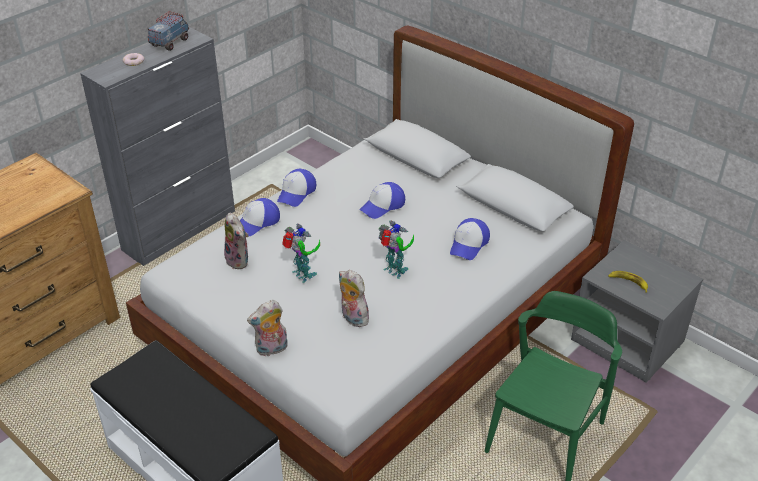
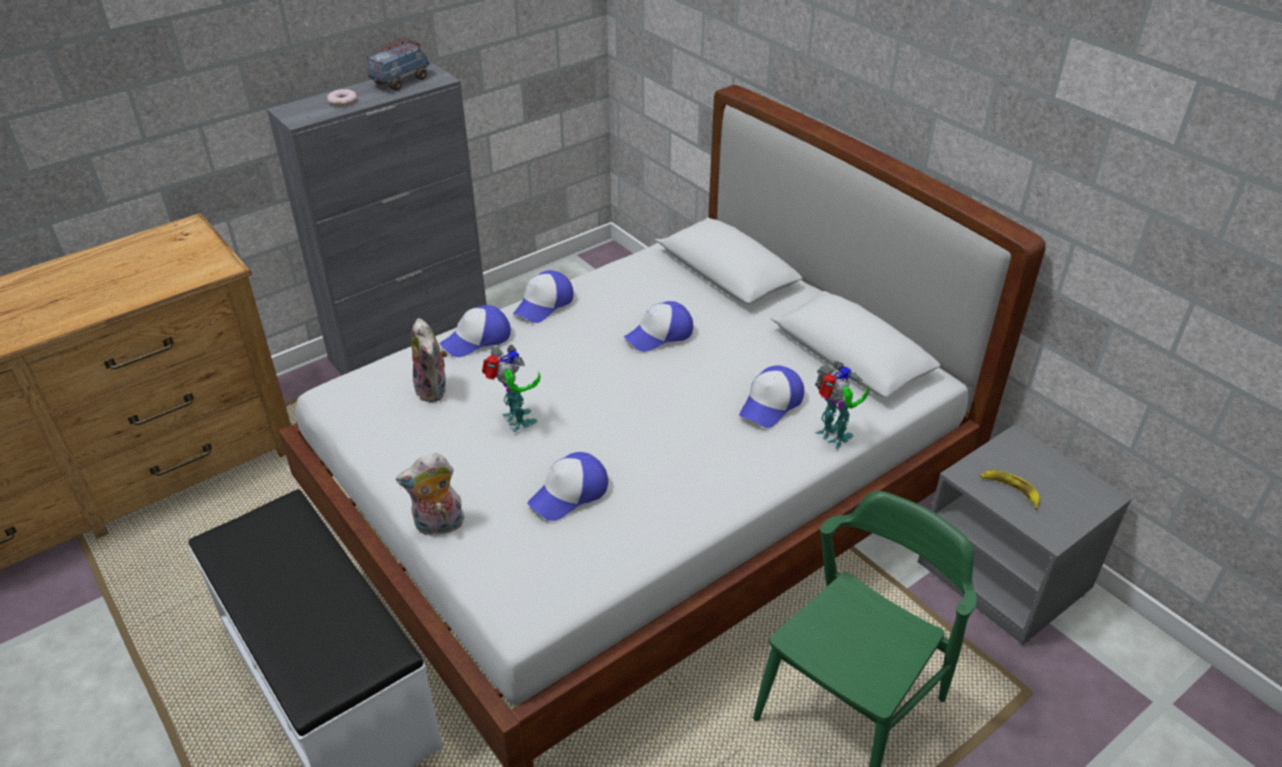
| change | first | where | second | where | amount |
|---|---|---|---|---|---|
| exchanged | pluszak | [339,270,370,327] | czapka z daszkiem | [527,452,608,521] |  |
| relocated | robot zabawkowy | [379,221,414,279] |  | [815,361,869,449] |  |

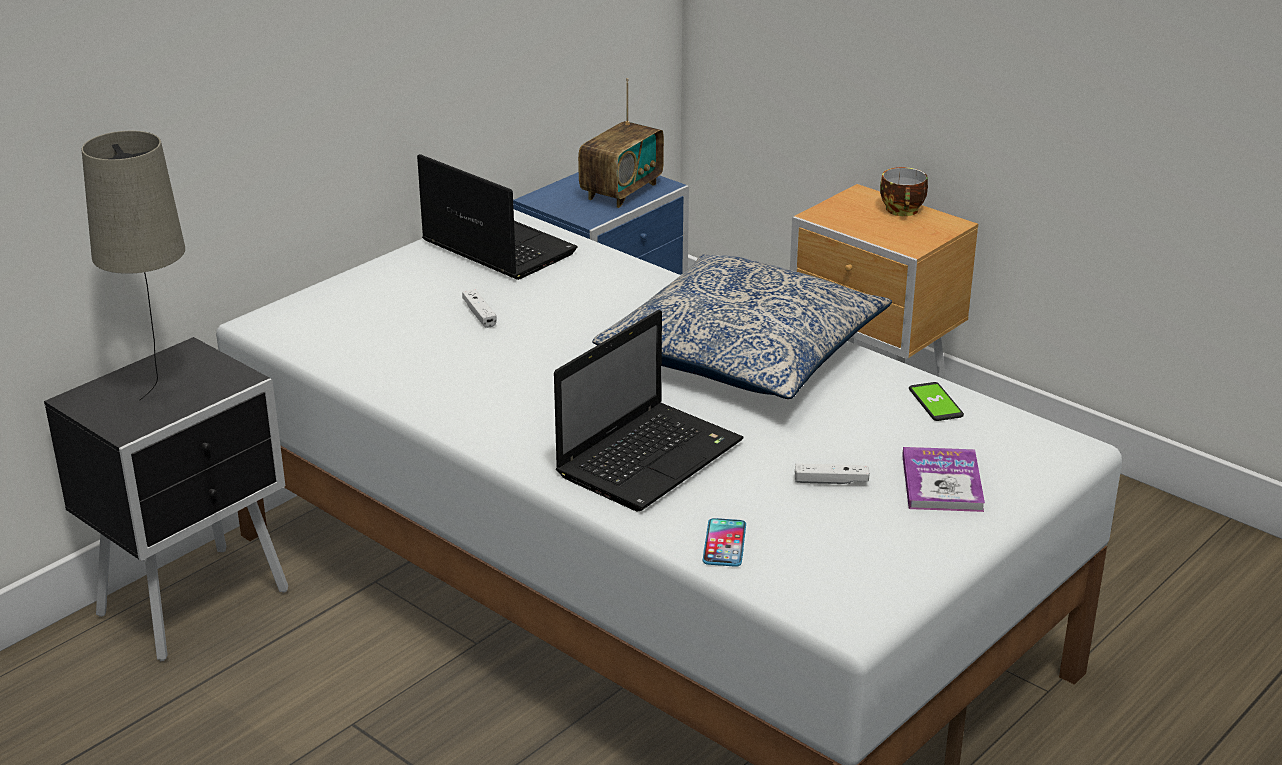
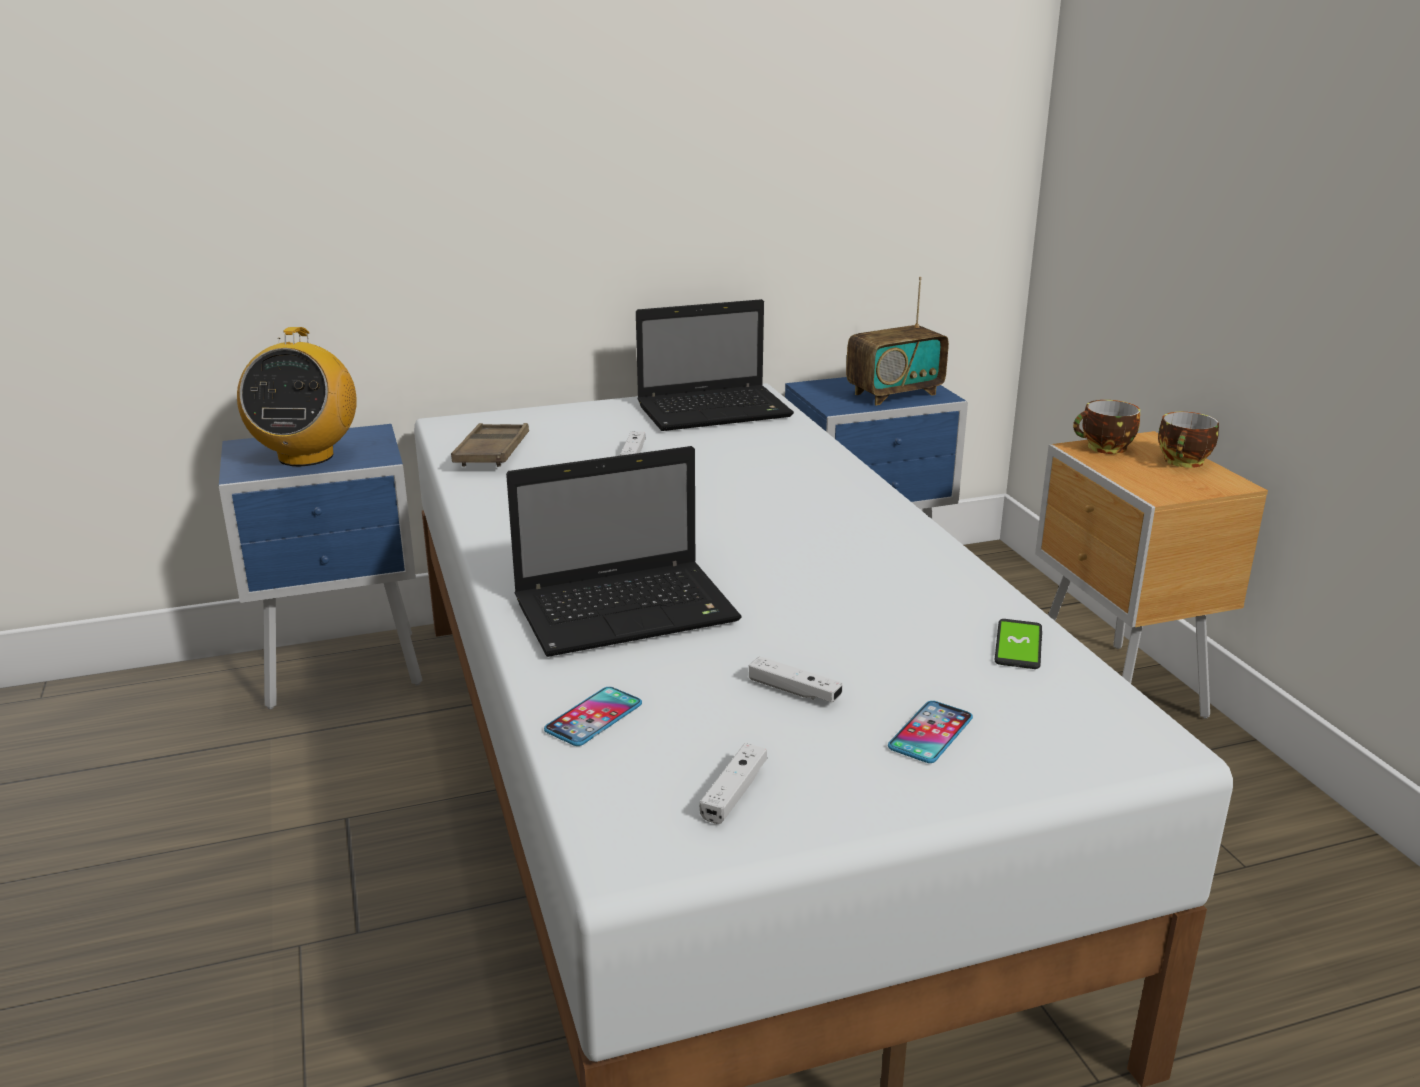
| change | first | where | second | where | amount |
|---|---|---|---|---|---|
| colour | szafka nocna/czarny | [44,337,288,661] | szafka nocna/niebieski | [219,424,422,710] |  |
| exchanged | lampa stołowa/beżowy | [82,131,185,401] | radio | [237,327,357,466] |  |
| appeared |  |  | taca/brązowy | [451,423,529,467] |  |
| spun | laptop | [417,154,578,280] |  | [636,299,794,431] | 90 degrees clockwise |
| appeared |  |  | pad do gier/biały | [700,743,767,824] |  |
| exchanged | książka | [902,447,985,512] | telefon | [888,701,973,763] |  |
| appeared |  |  | filiżanka | [1073,400,1140,454] |  |
| missing | poduszka | [592,254,892,399] |  |  |  |

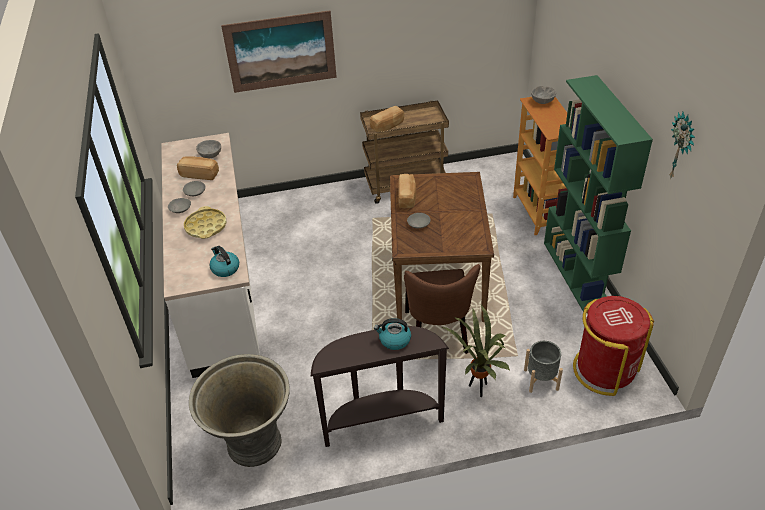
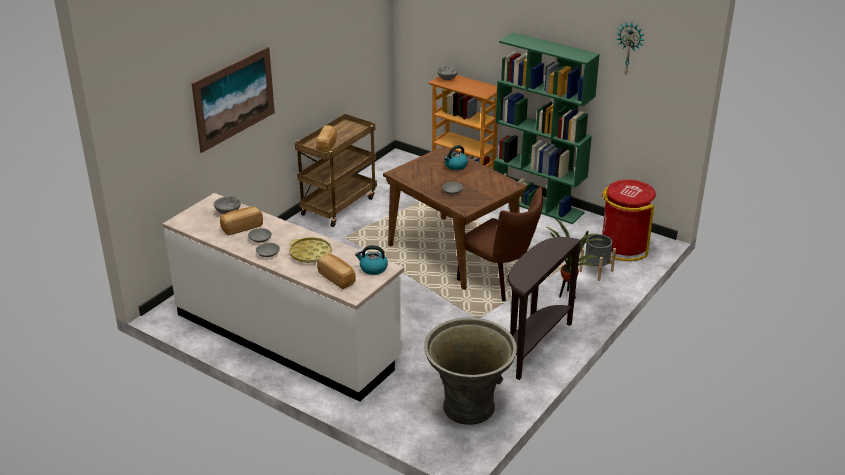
| change | first | where | second | where | amount |
|---|---|---|---|---|---|
| relocated | chleb | [398,174,416,208] |  | [317,254,356,289] |  |
| relocated | czajnik | [374,318,411,350] |  | [444,145,468,170] |  |

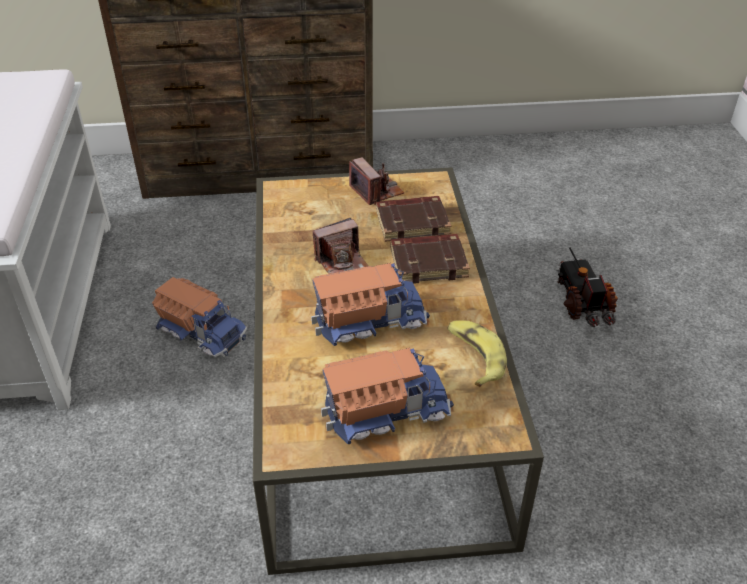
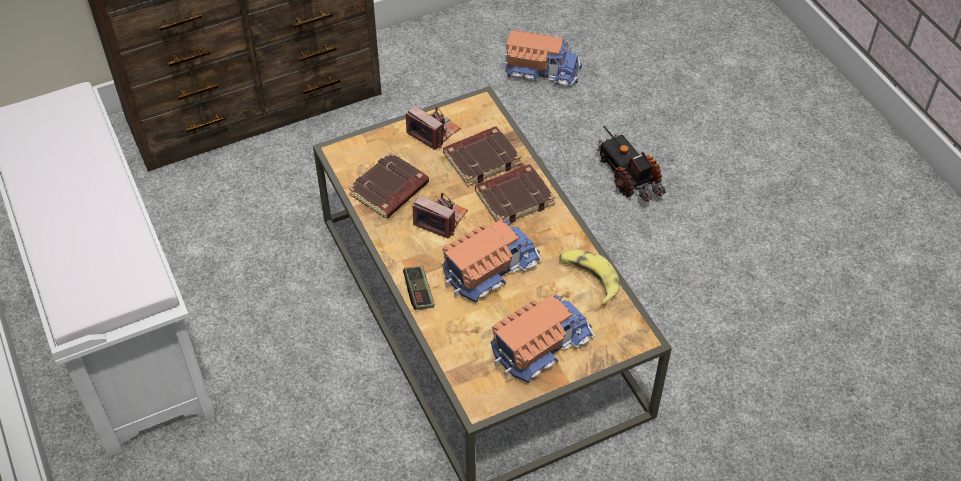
| change | first | where | second | where | amount |
|---|---|---|---|---|---|
| appeared |  |  | książka/brązowy | [348,152,429,219] |  |
| appeared |  |  | pad do gier | [403,266,435,310] |  |
| spun | aparat fotograficzny | [313,218,368,274] |  | [413,193,468,238] | 105 degrees counterclockwise |
| relocated | ciężarówka zabawkowa | [152,277,247,358] |  | [503,30,582,86] |  |

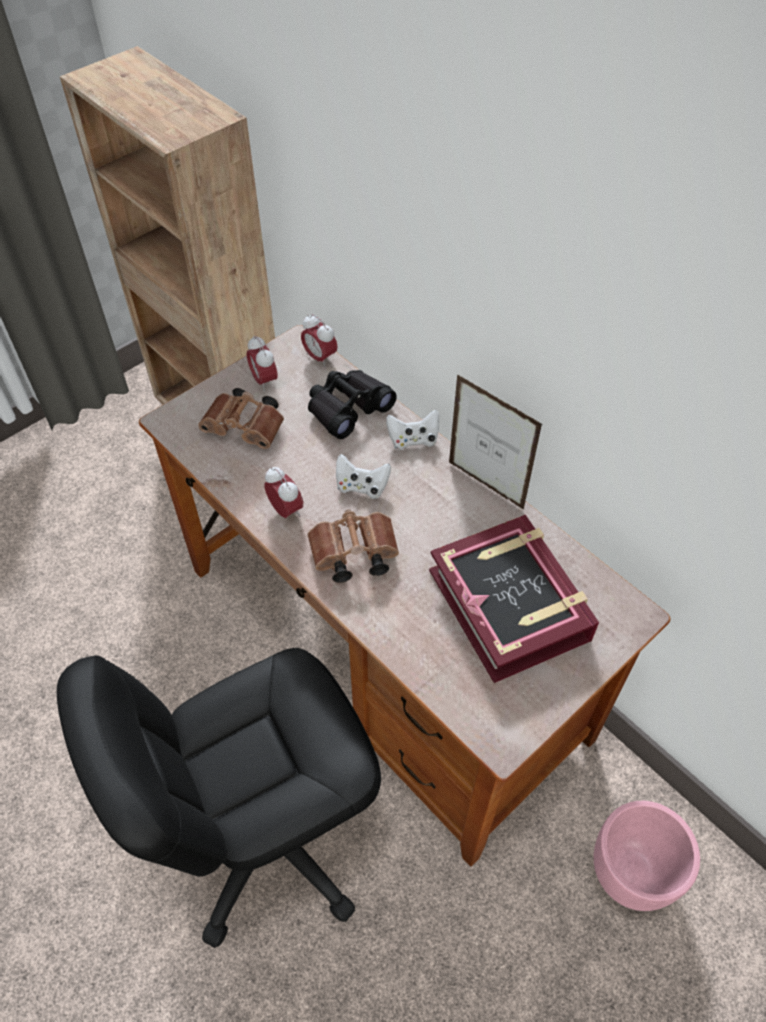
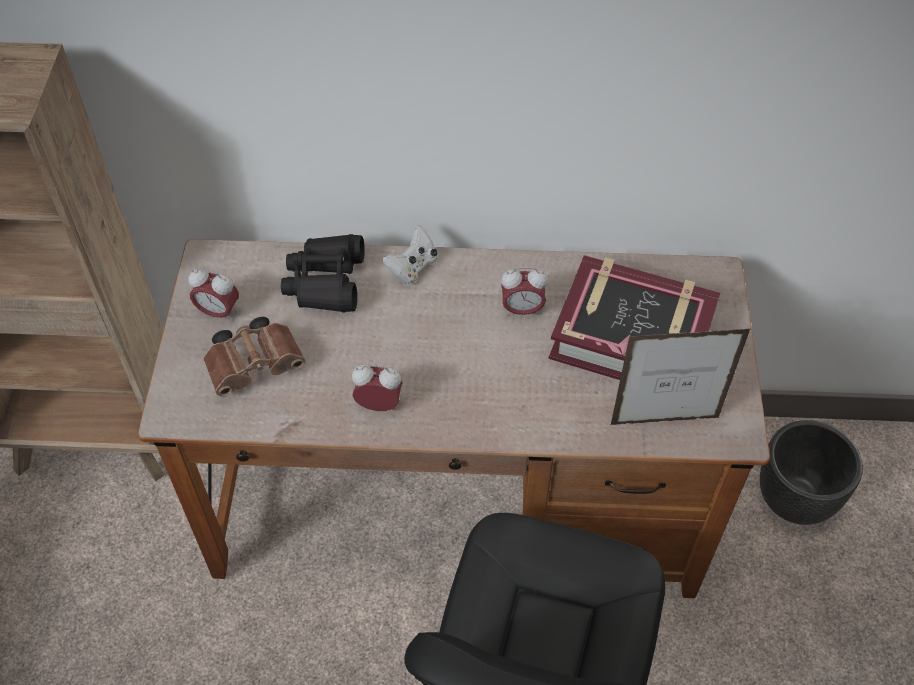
| change | first | where | second | where | amount |
|---|---|---|---|---|---|
| relocated | budzik | [301,314,338,367] |  | [501,267,548,316] |  |
| relocated | ramka na zdjęcie | [449,374,542,510] |  | [611,328,751,425] |  |
| colour | donica/różowy | [594,801,700,911] | donica/czarny | [760,420,863,525] |  |
| missing | lornetka/brązowy | [307,509,399,583] |  |  |  |
| missing | pad do gier/biały | [336,454,391,499] |  |  |  |

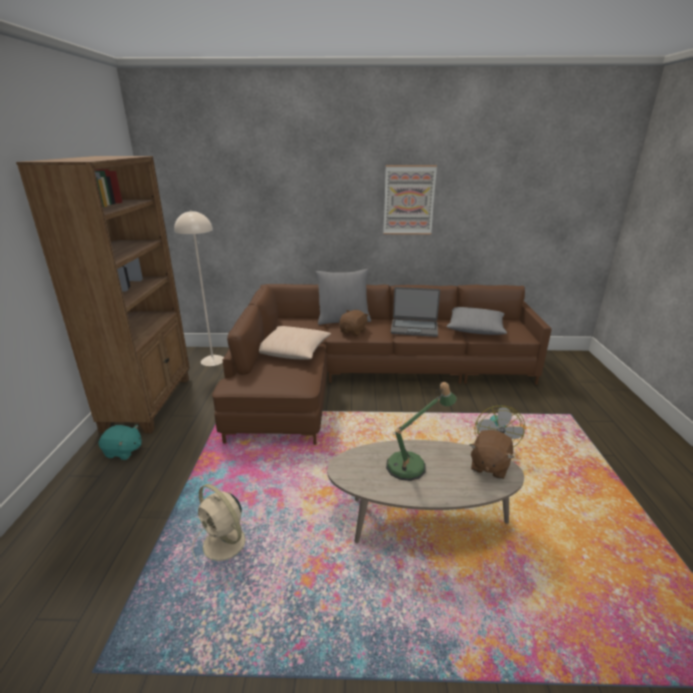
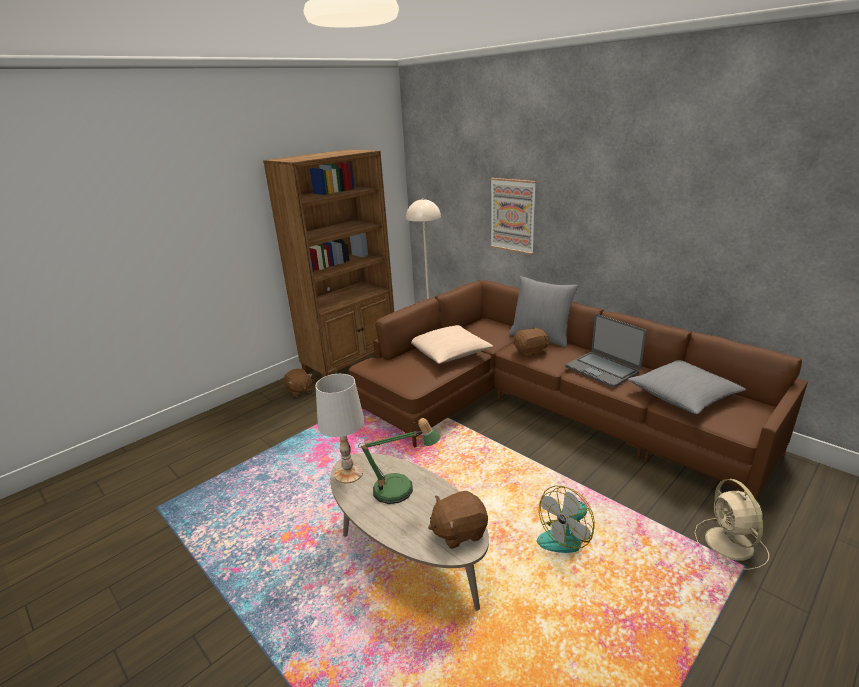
| change | first | where | second | where | amount |
|---|---|---|---|---|---|
| colour | pluszak/turkusowy | [99,425,142,460] | pluszak/brązowy | [284,369,313,397] |  |
| appeared |  |  | lampa stołowa/biały | [315,374,364,483] |  |
| relocated | obraz | [383,165,437,235] |  | [491,178,536,255] |  |
| relocated | wentylator/beżowy | [192,484,256,562] |  | [694,479,769,570] |  |

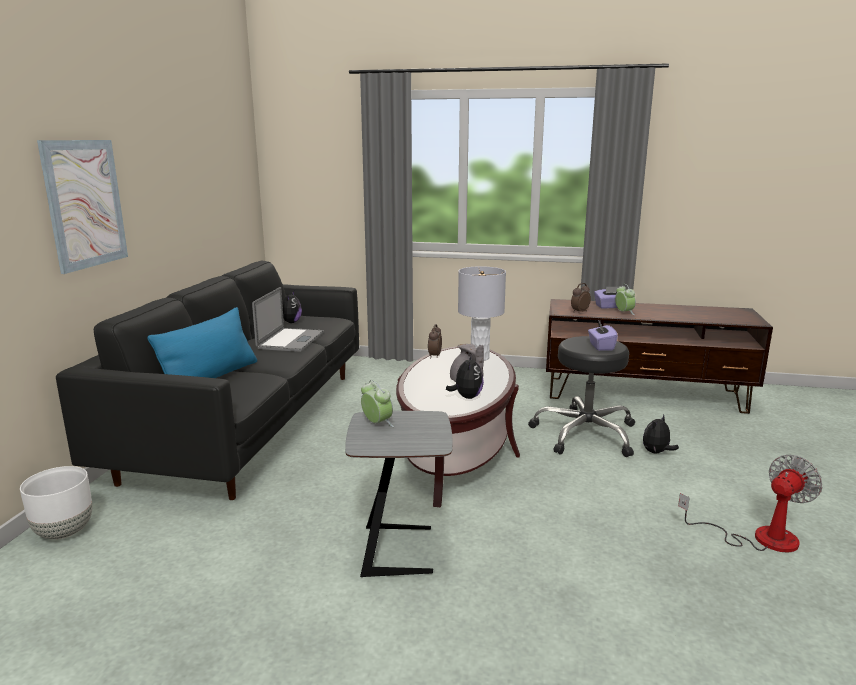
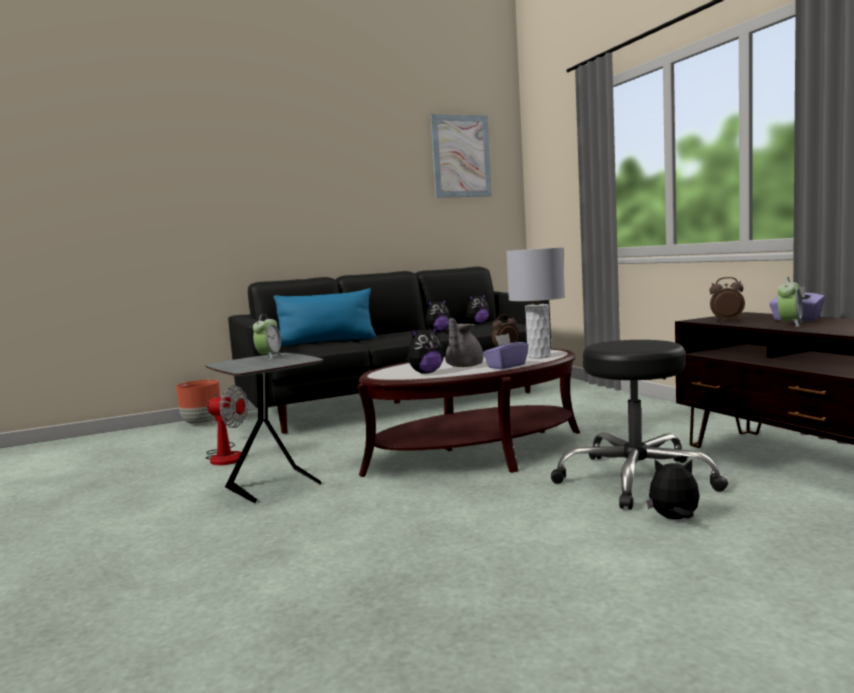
| change | first | where | second | where | amount |
|---|---|---|---|---|---|
| colour | donica/biały | [20,466,92,539] | donica/brązowy | [176,380,220,425] |  |
| relocated | wentylator | [678,455,822,553] |  | [206,385,248,465] |  |
| exchanged | laptop | [252,287,324,352] | pluszak | [425,298,451,332] |  |
| relocated | obraz | [37,140,128,274] |  | [430,114,492,198] |  |
| relocated | pudełko chusteczek/fioletowy | [588,320,618,351] |  | [483,333,528,369] |  |

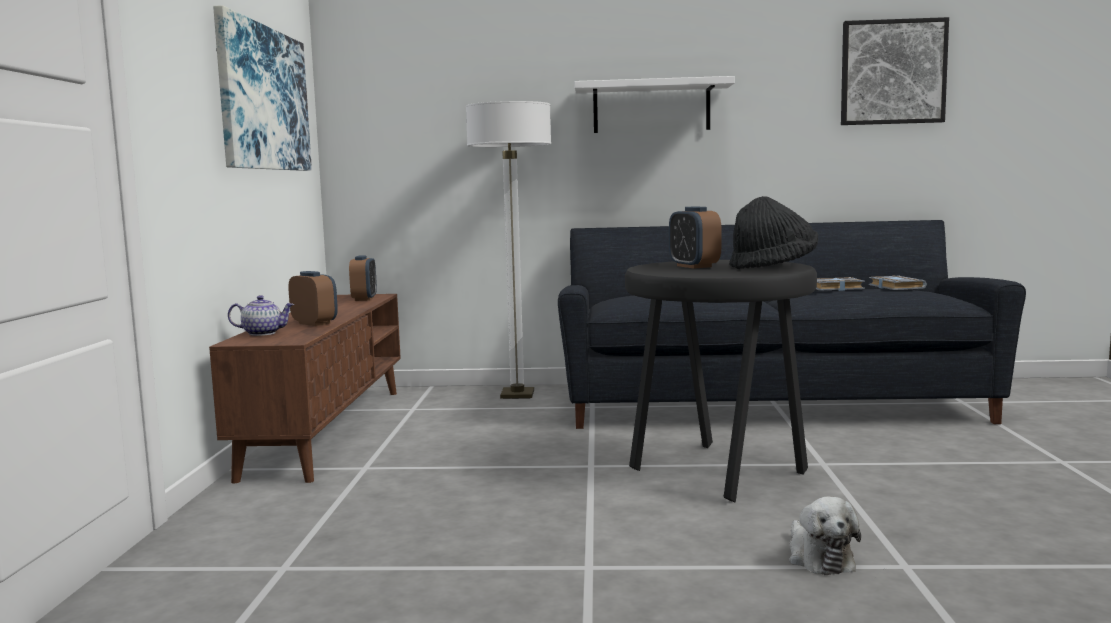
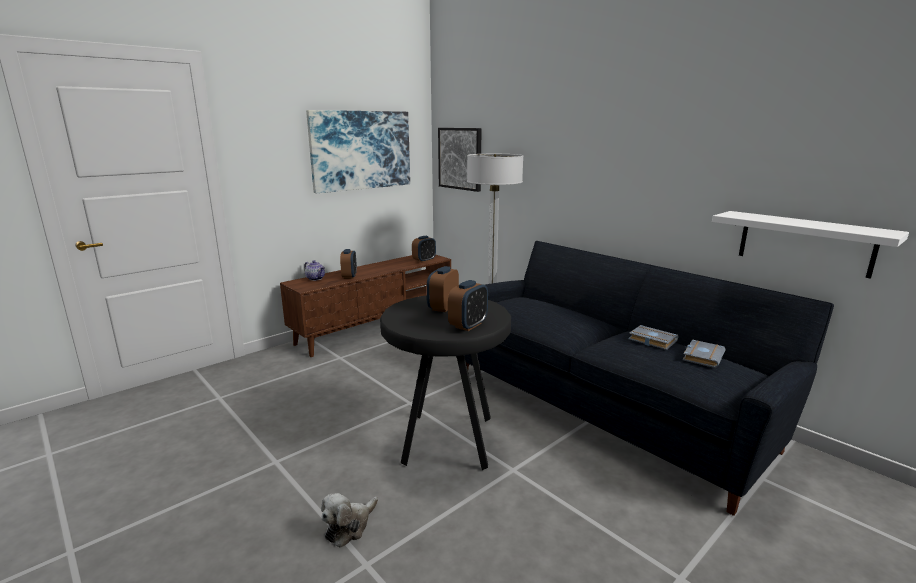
| change | first | where | second | where | amount |
|---|---|---|---|---|---|
| relocated | obraz | [841,17,949,125] |  | [438,128,482,192] |  |
| exchanged | kapelusz/czarny | [729,196,818,269] | budzik | [448,280,488,331] |  |
| relocated | półka/biały | [574,76,735,133] |  | [712,211,909,279] |  |

